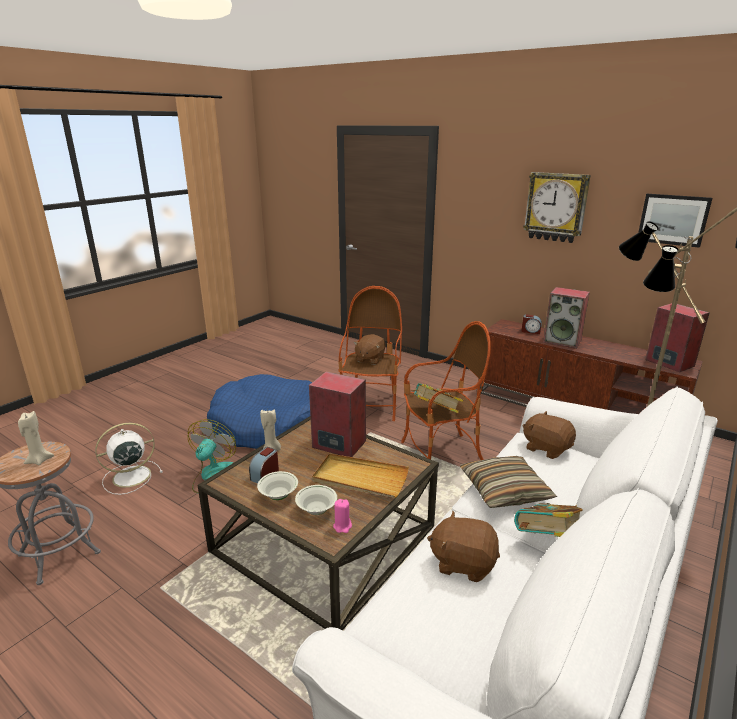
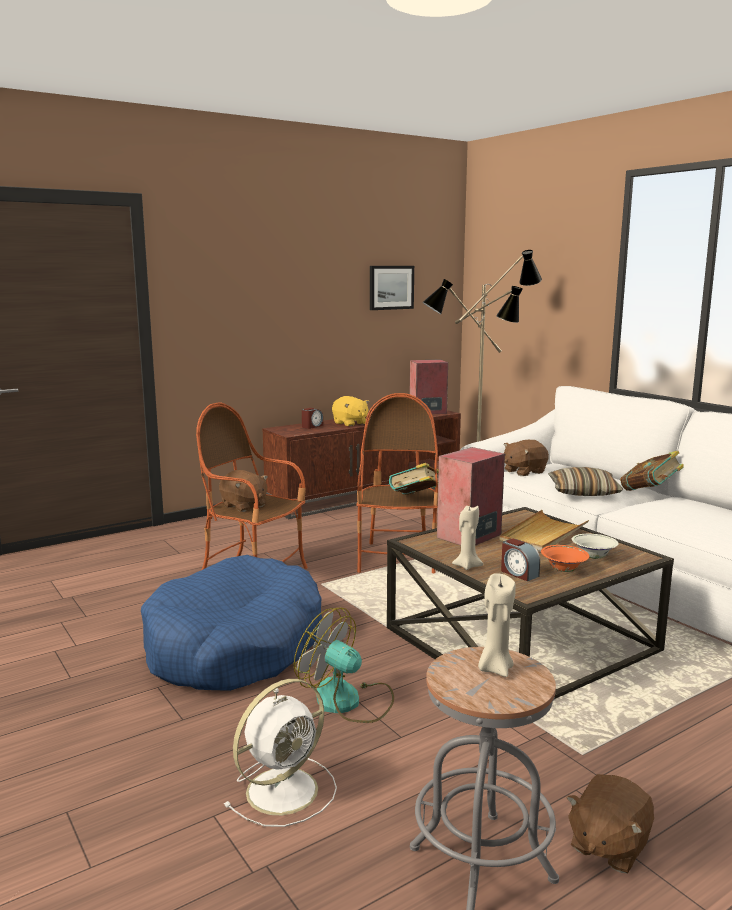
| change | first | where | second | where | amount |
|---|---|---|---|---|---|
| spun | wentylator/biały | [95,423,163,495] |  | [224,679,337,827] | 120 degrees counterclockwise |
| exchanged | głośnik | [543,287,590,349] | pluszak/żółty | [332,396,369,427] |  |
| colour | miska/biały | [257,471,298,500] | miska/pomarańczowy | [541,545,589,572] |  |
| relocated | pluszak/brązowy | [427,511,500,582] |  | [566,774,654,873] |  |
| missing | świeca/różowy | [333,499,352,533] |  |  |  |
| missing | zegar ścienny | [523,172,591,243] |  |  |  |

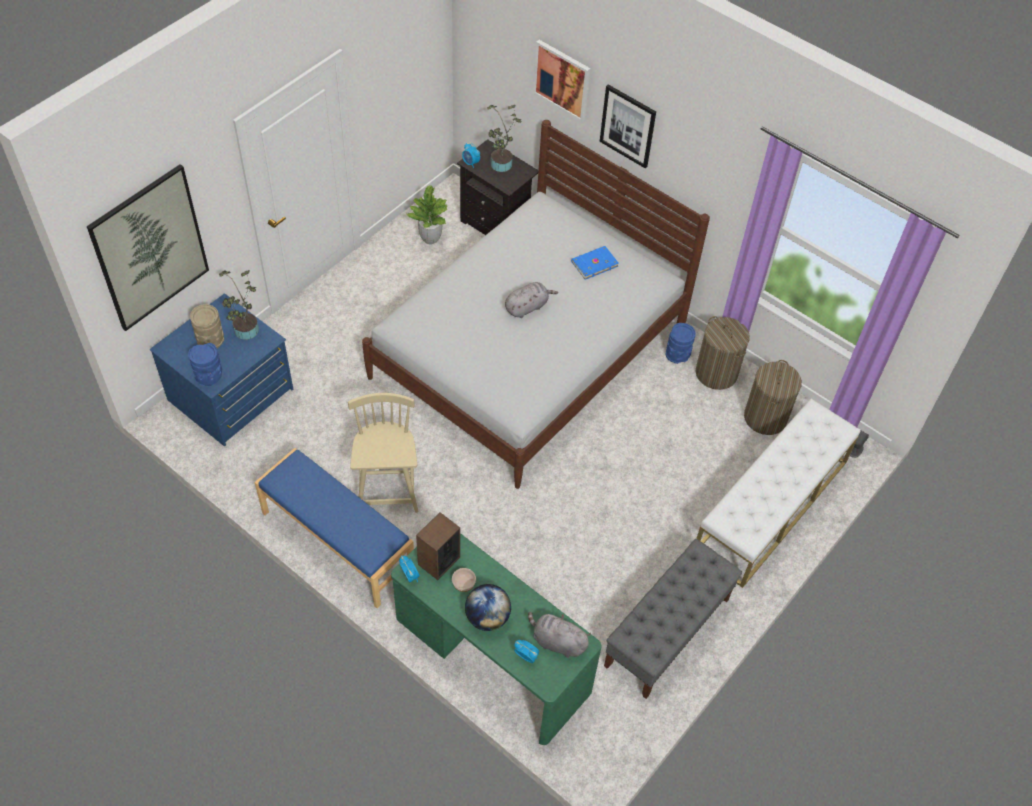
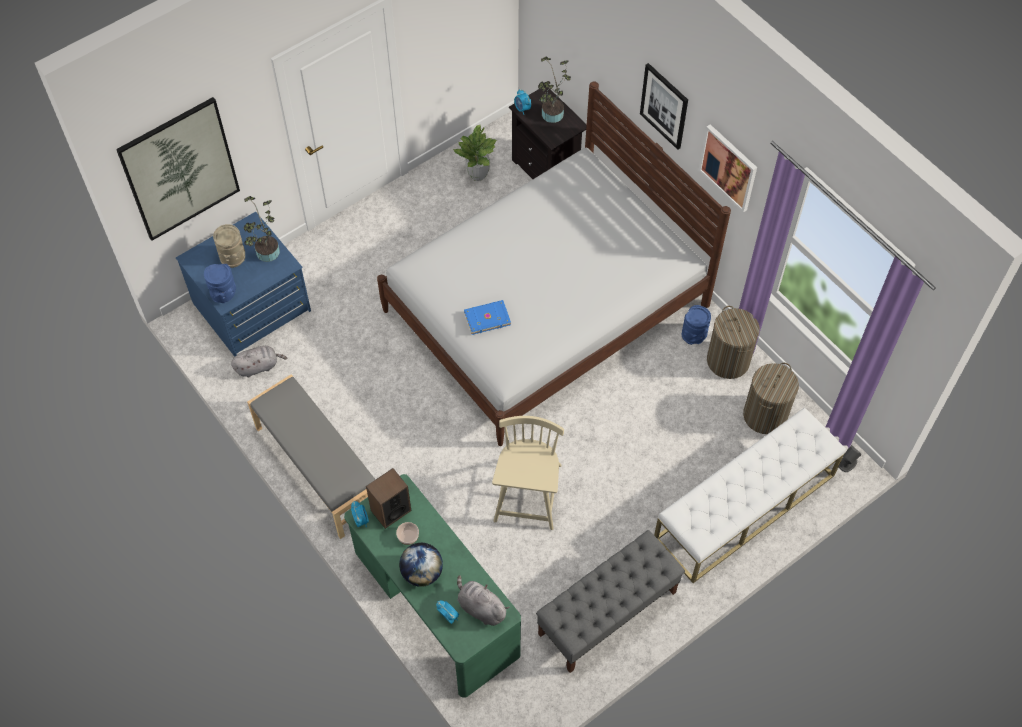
| change | first | where | second | where | amount |
|---|---|---|---|---|---|
| relocated | pluszak/szary | [505,282,558,318] |  | [231,346,287,377] |  |
| colour | ławka/niebieski | [254,448,414,608] | ławka/szary | [247,374,375,539] |  |
| relocated | książka/niebieski | [571,246,619,280] |  | [464,300,511,335] |  |
| relocated | krzesło/beżowy | [348,393,418,513] |  | [492,416,564,530] |  |
| relocated | obraz | [533,40,590,122] |  | [699,124,757,212] |  |

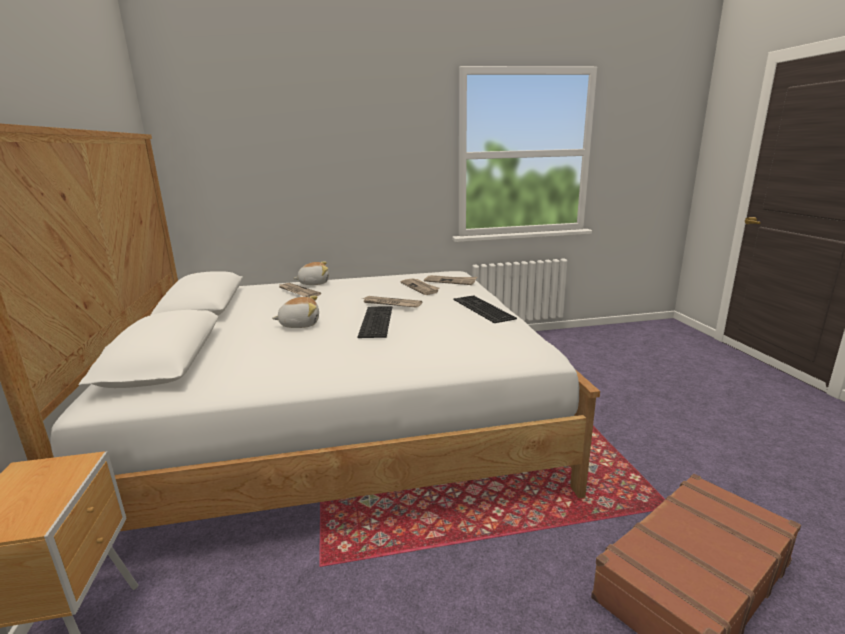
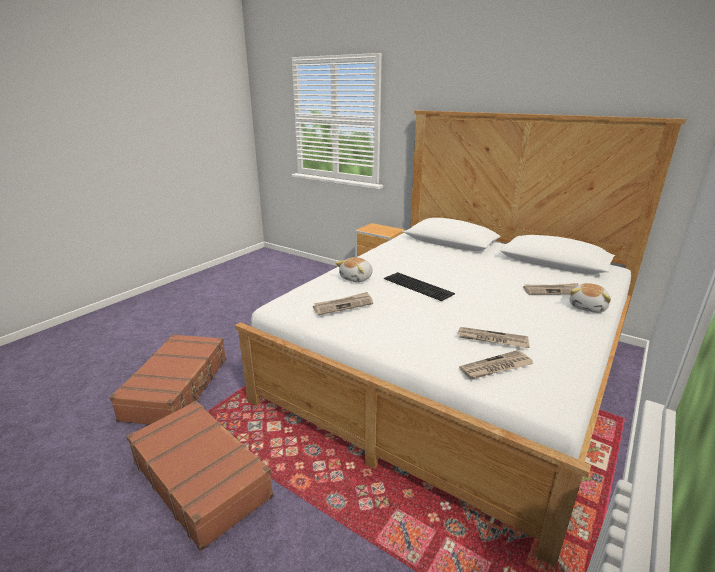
| change | first | where | second | where | amount |
|---|---|---|---|---|---|
| appeared |  |  | walizka/brązowy | [126,400,274,551] |  |
| relocated | gazeta | [361,296,422,308] |  | [313,292,373,315] |  |
| relocated | pluszak | [272,296,319,328] |  | [336,257,373,282] |  |
| missing | klawiatura | [453,295,517,323] |  |  |  |

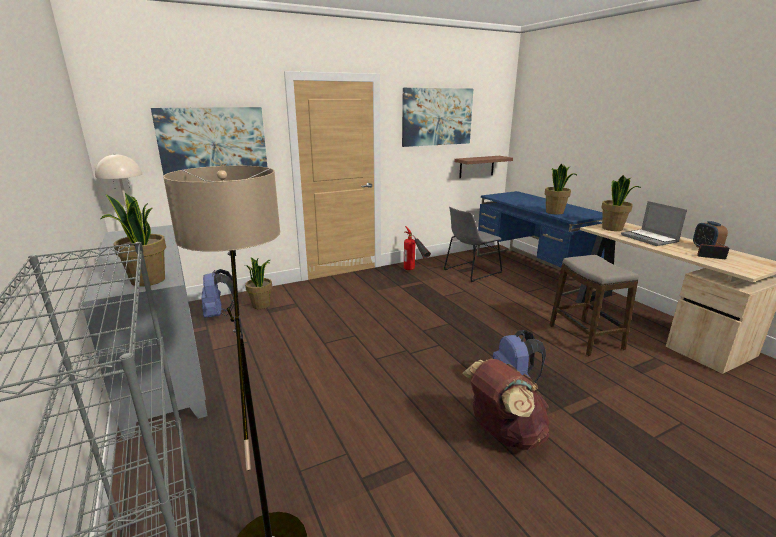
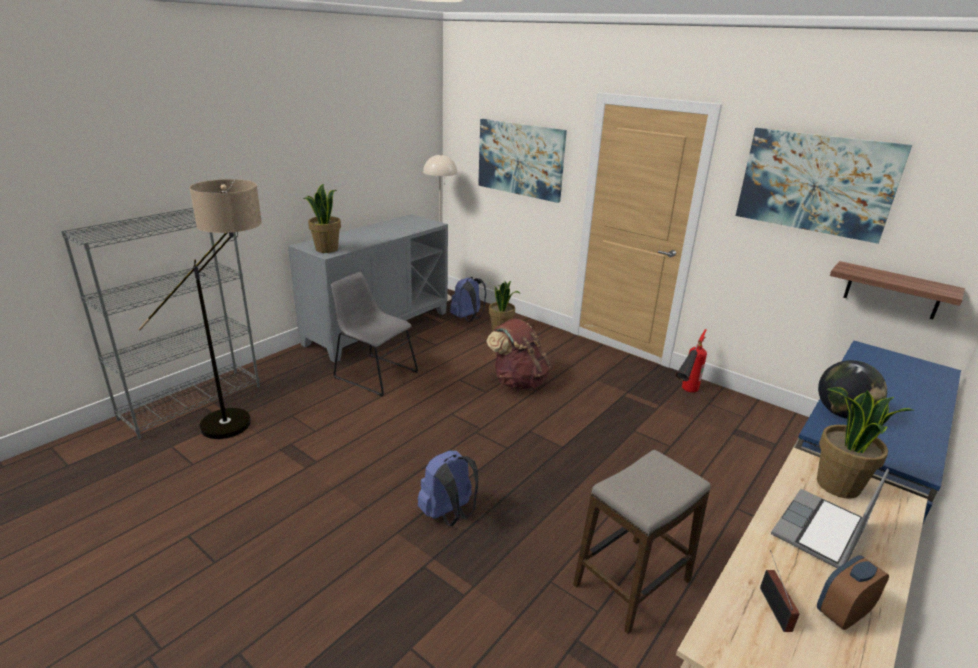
| change | first | where | second | where | amount |
|---|---|---|---|---|---|
| relocated | krzesło/szary | [444,207,502,282] |  | [331,272,418,396] |  |
| relocated | plecak/brązowy | [462,359,550,450] |  | [486,318,551,389] |  |
| exchanged | roślina doniczkowa | [545,164,577,215] | globus | [818,360,887,419] |  |

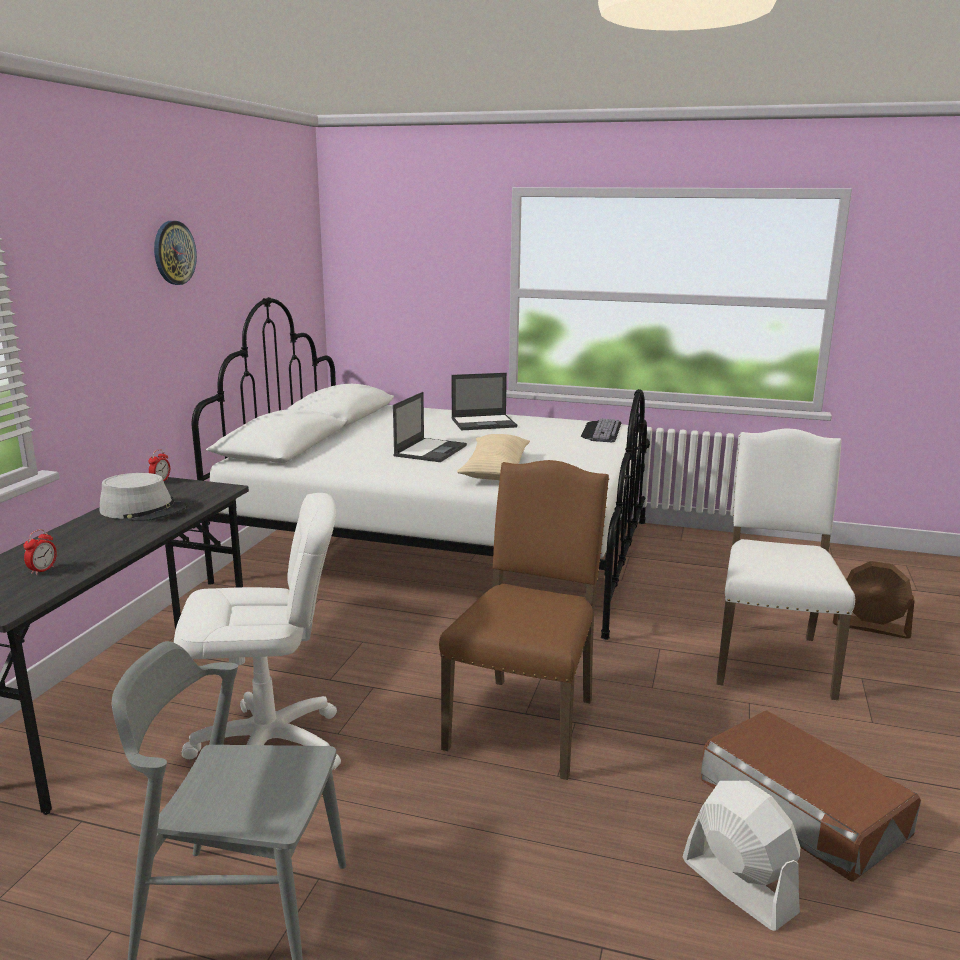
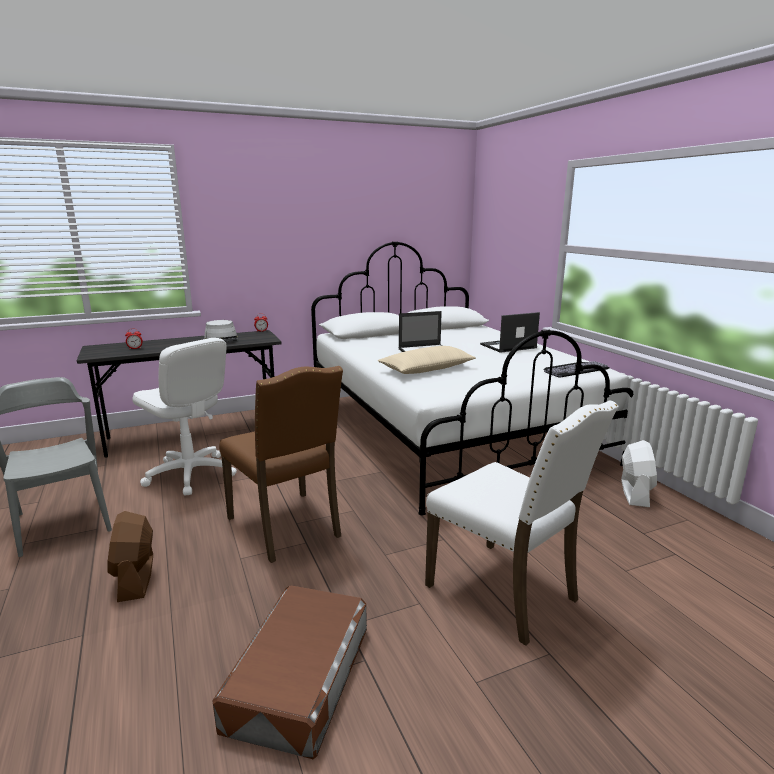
| change | first | where | second | where | amount |
|---|---|---|---|---|---|
| relocated | wentylator/brązowy | [833,561,915,639] |  | [108,511,153,602] |  |
| spun | krzesło/brązowy | [439,460,609,780] |  | [219,366,343,563] | 75 degrees clockwise |
| spun | krzesło/biały | [716,429,855,700] |  | [425,400,619,646] | 75 degrees clockwise |
| spun | laptop | [452,373,517,430] |  | [480,312,540,353] | 120 degrees clockwise |
| relocated | wentylator/biały | [683,781,800,931] |  | [621,440,657,507] |  |
| missing | zegar ścienny | [154,221,197,285] |  |  |  |

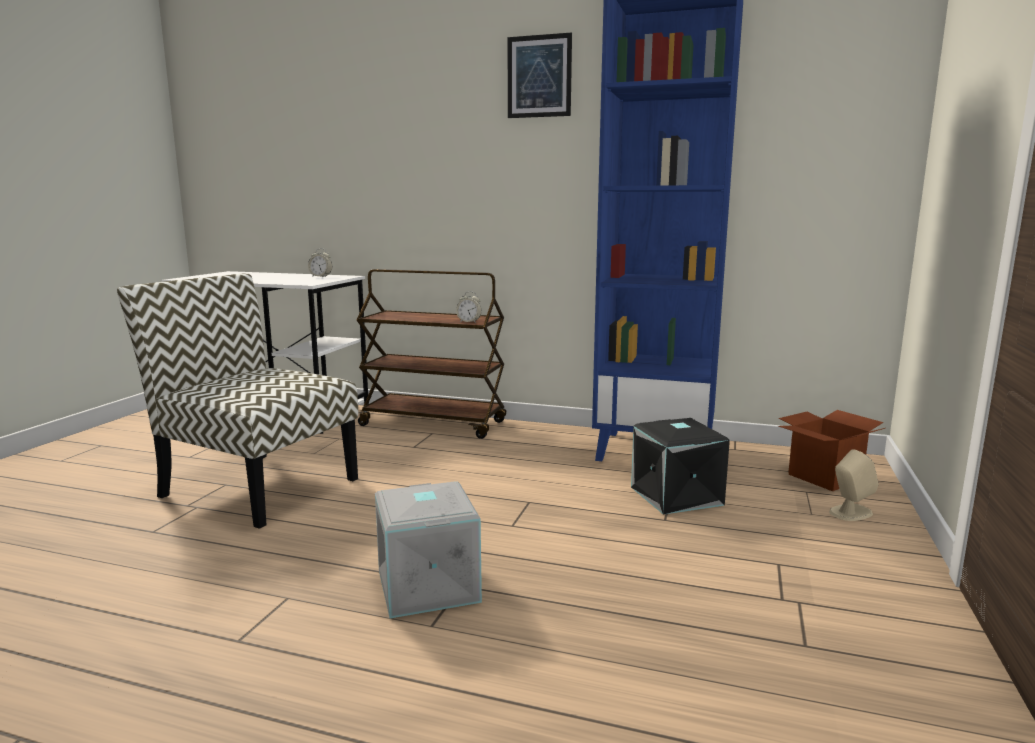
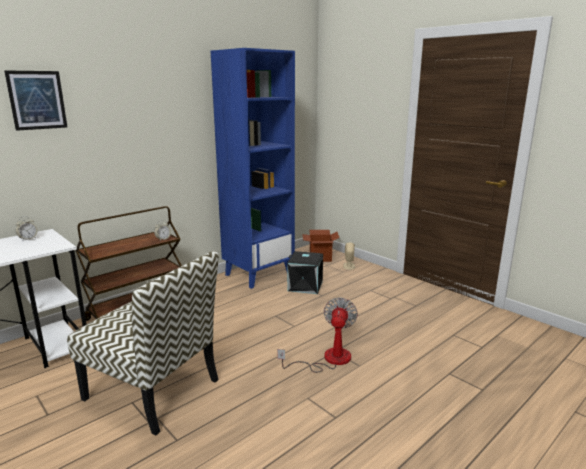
| change | first | where | second | where | amount |
|---|---|---|---|---|---|
| relocated | obraz | [508,32,572,118] |  | [4,70,67,131] |  |
| spun | krzesło | [117,273,358,529] |  | [67,251,219,435] | 120 degrees counterclockwise |
| exchanged | pojemnik do przechowywania/szary | [375,481,482,618] | wentylator | [277,297,358,373] |  |

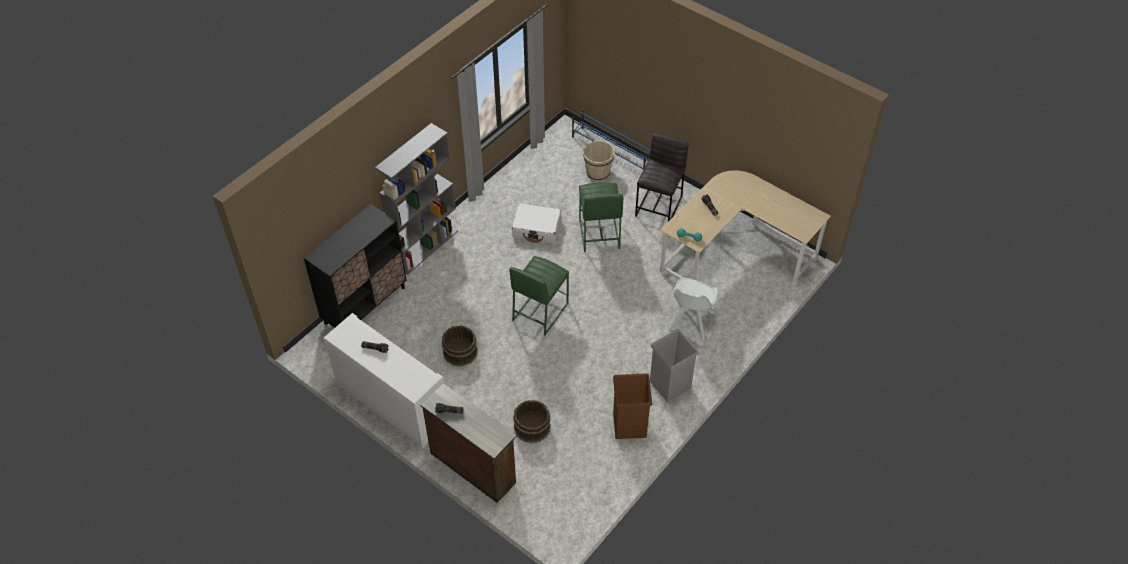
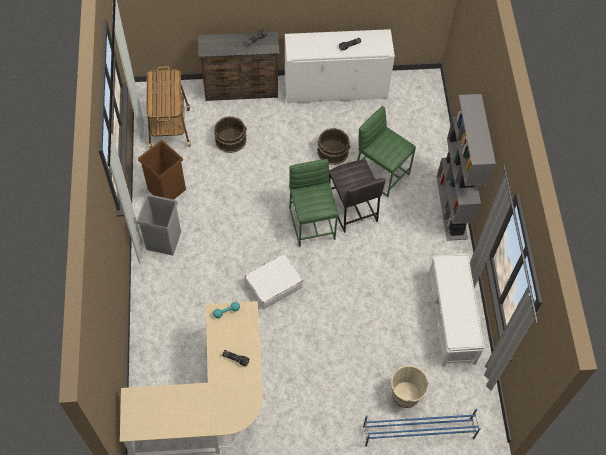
| change | first | where | second | where | amount |
|---|---|---|---|---|---|
| appeared |  |  | wózek | [146,66,191,149] |  |
| relocated | walizka/biały | [512,203,561,244] |  | [245,254,303,309] |  |
| relocated | stołek/szary | [635,133,689,222] |  | [329,159,385,233] |  |
| relocated | stołek/zielony | [579,183,623,252] |  | [357,106,416,197] |  |
| appeared |  |  | ławka/biały | [428,254,485,367] |  |
| missing | szafka/czarny | [304,204,407,328] |  |  |  |
| missing | krzesło/biały | [667,278,718,341] |  |  |  |

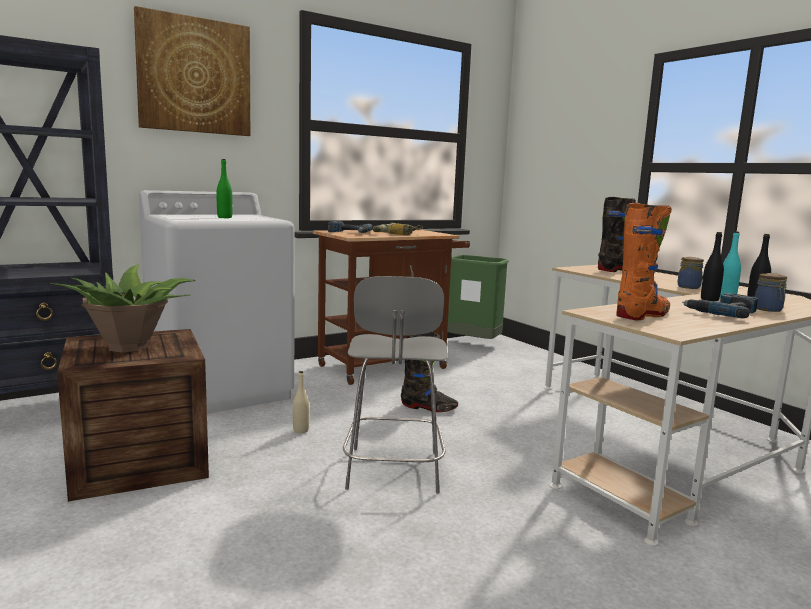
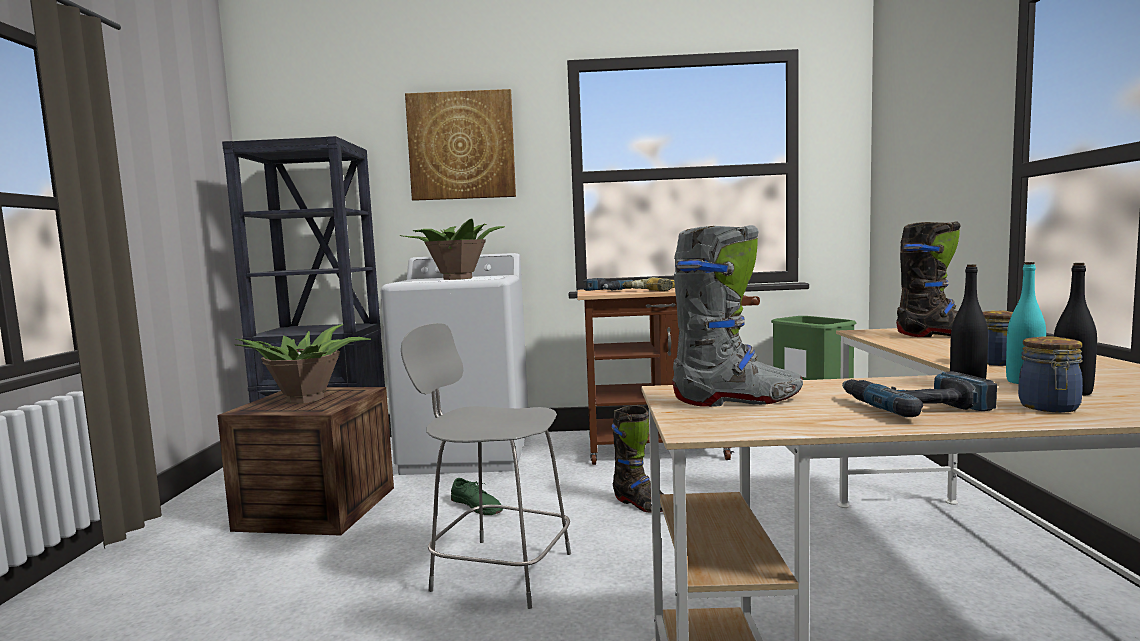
| change | first | where | second | where | amount |
|---|---|---|---|---|---|
| exchanged | butelka/zielony | [216,159,232,218] | roślina doniczkowa | [400,219,505,280] |  |
| spun | krzesło/szary | [343,276,448,493] |  | [401,323,571,609] | 75 degrees clockwise |
| exchanged | butelka/beżowy | [293,371,309,433] | but/zielony | [451,478,503,515] |  |
| colour | but z cholewką/pomarańczowy | [617,203,672,321] | but z cholewką/szary | [672,225,803,407] |  |

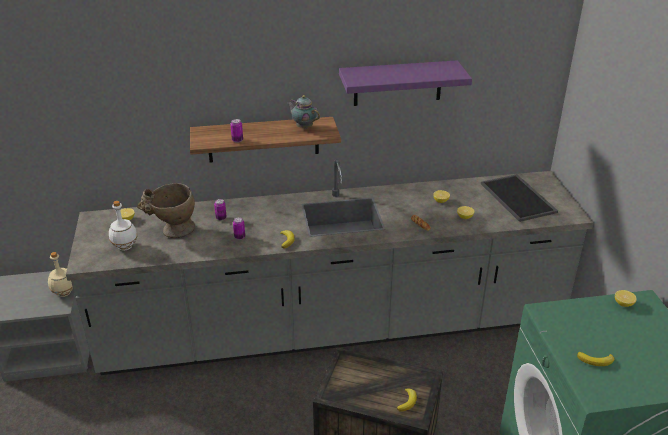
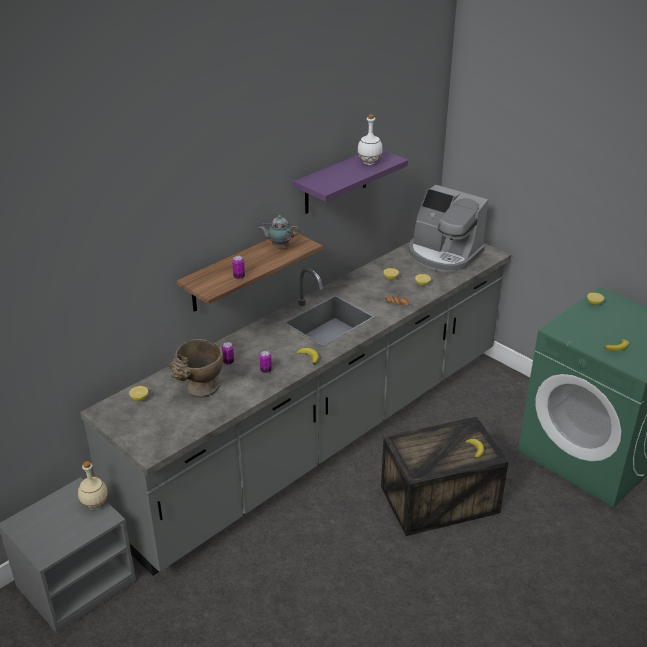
| change | first | where | second | where | amount |
|---|---|---|---|---|---|
| relocated | butelka/biały | [109,201,137,250] |  | [357,114,383,165] |  |
| exchanged | taca | [481,174,558,222] | ekspres do kawy | [409,185,488,272] |  |

